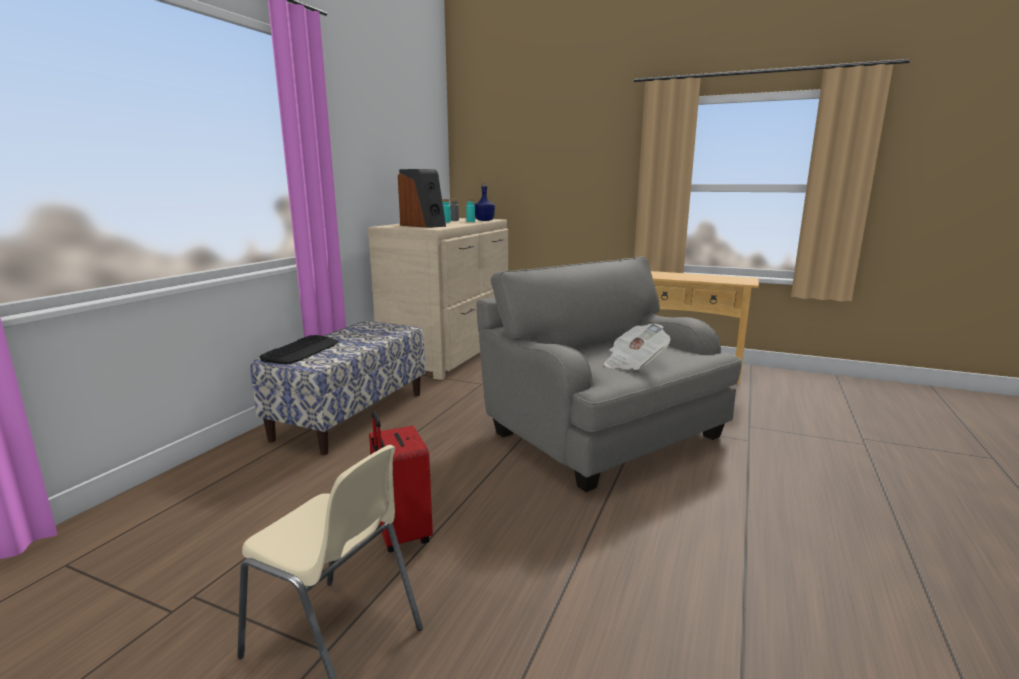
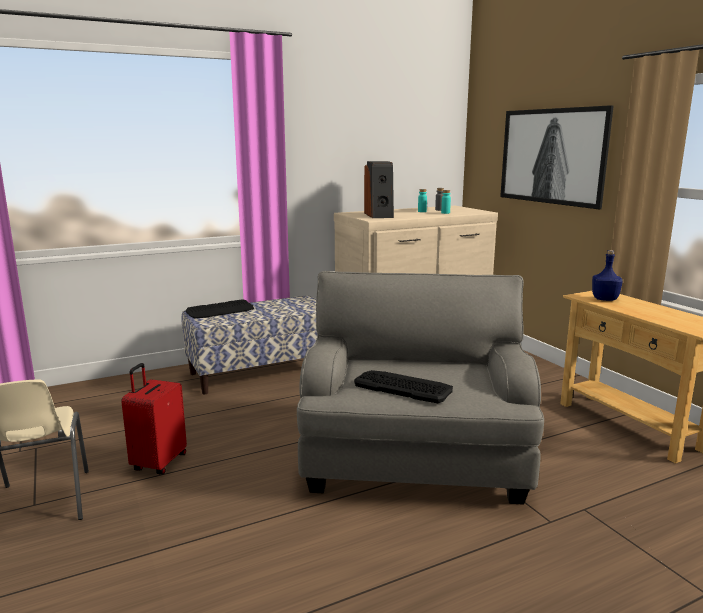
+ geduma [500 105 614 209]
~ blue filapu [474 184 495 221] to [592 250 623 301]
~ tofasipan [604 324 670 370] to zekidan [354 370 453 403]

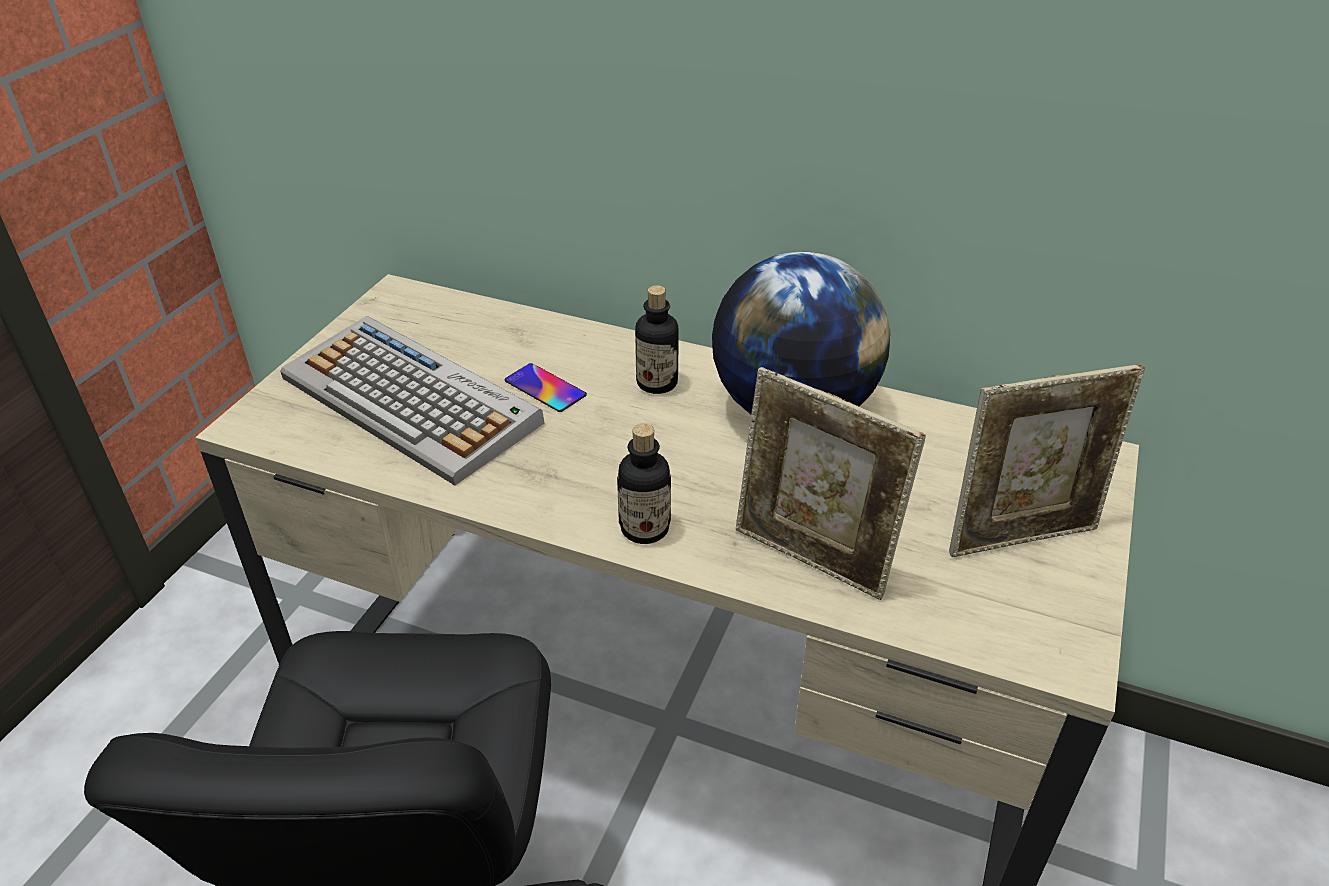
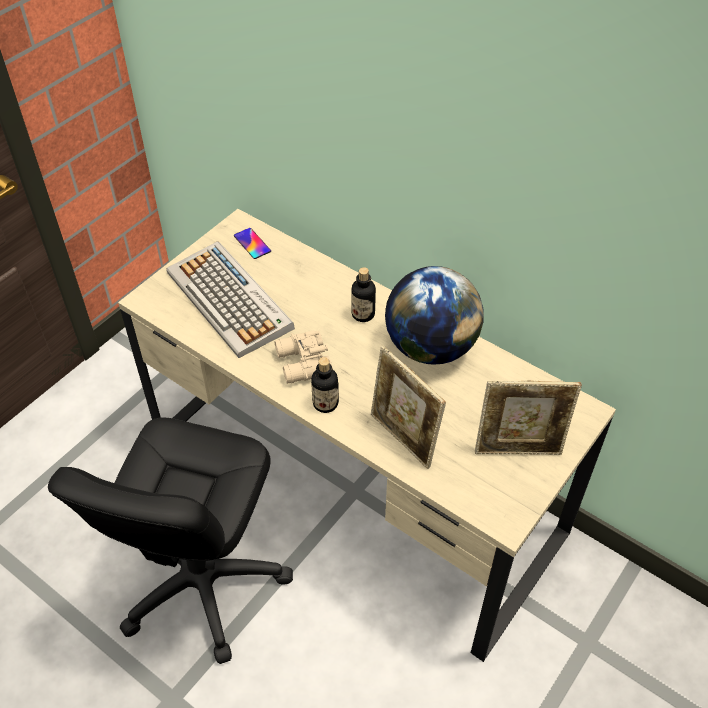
+ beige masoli [275 330 332 384]
~ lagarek [504 363 587 412] to [234 228 271 259]

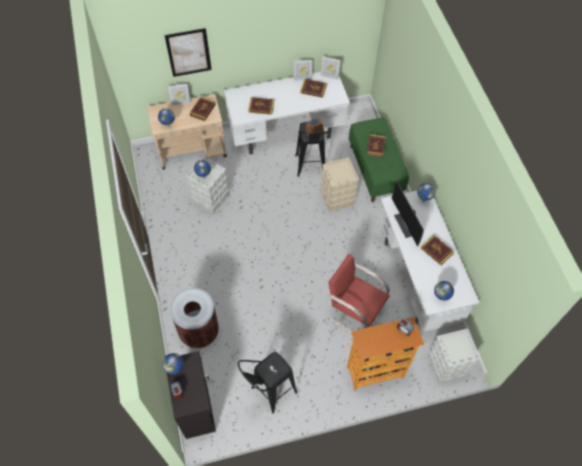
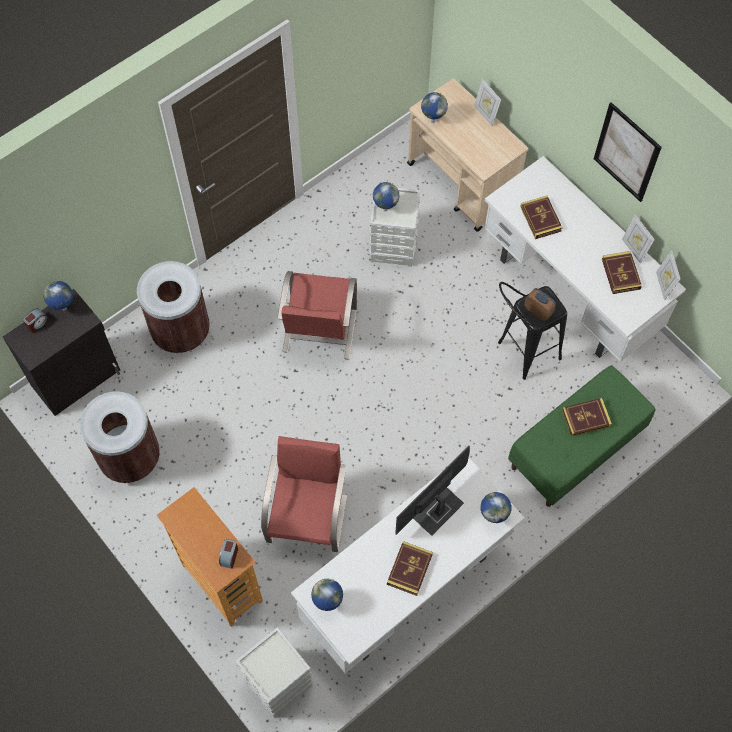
- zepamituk [190 97 216 121]
- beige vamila [321 157 359 212]
+ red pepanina [277 271 357 359]
~ geduma [164 28 212 77] to [594 102 662 202]
~ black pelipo [238 352 297 413] to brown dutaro [80 391 160 483]

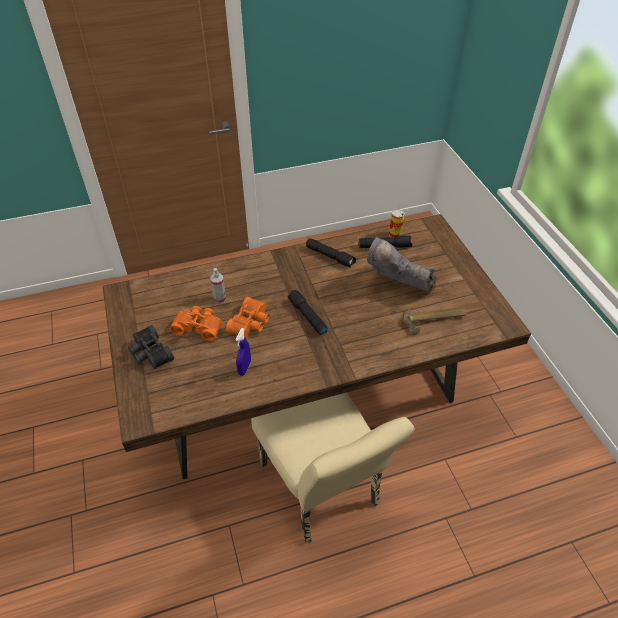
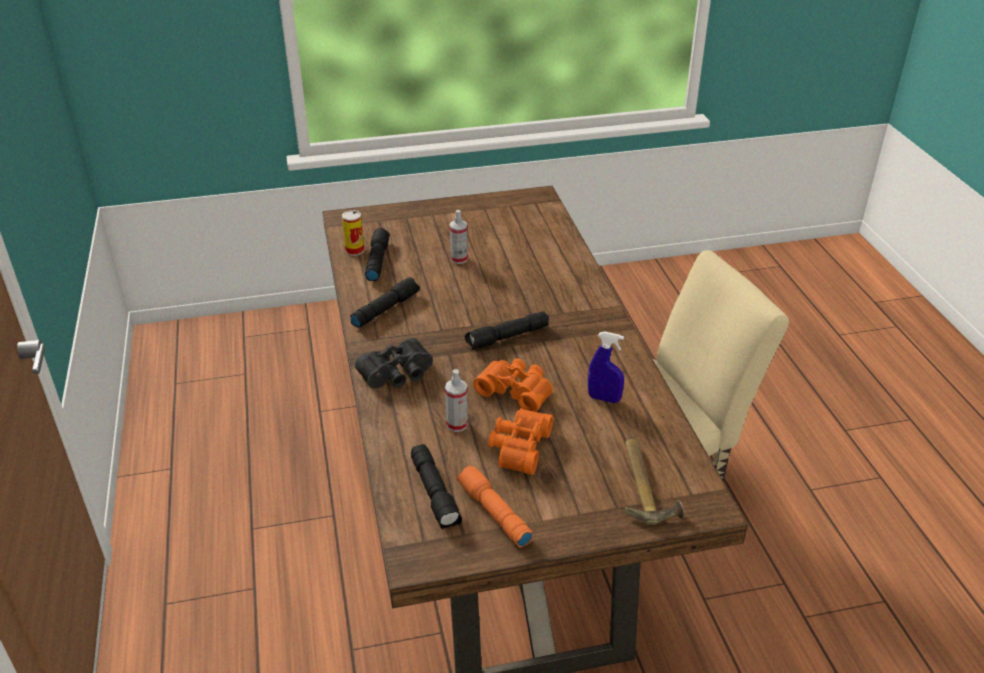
+ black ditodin [411 444 462 529]
+ orange ditodin [457 466 533 548]
~ black masoli [128 325 174 369] to [355 338 433 389]
~ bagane [403 307 466 335] to [624 439 685 525]
~ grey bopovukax [367 237 436 292] to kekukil [450 210 468 264]

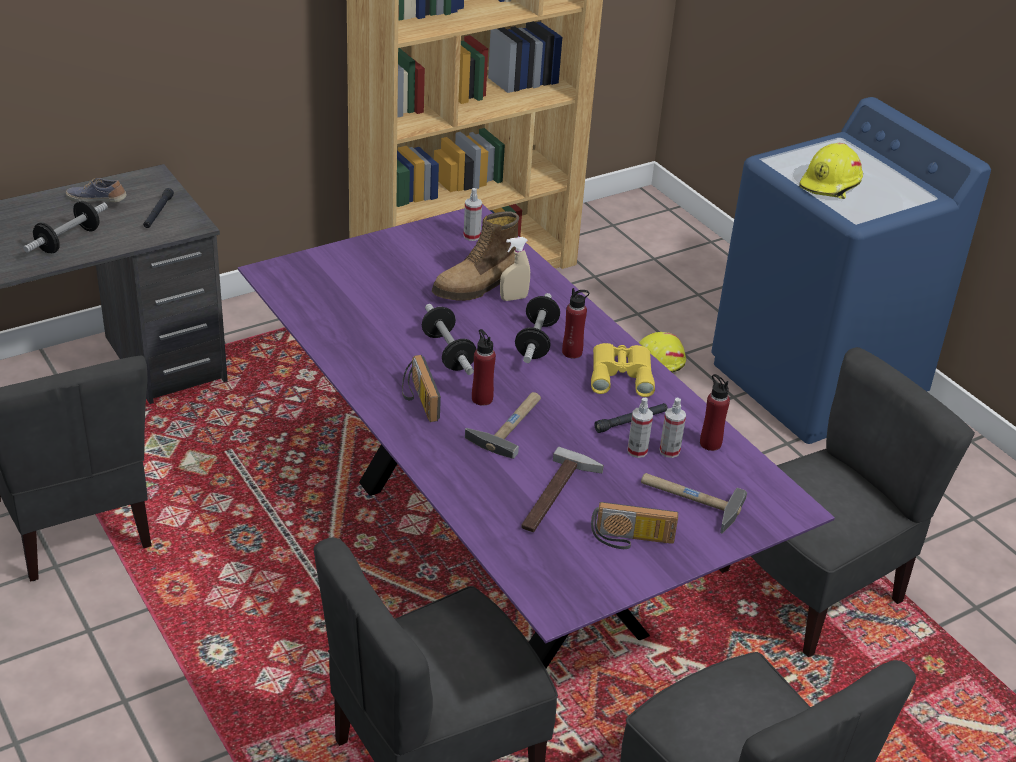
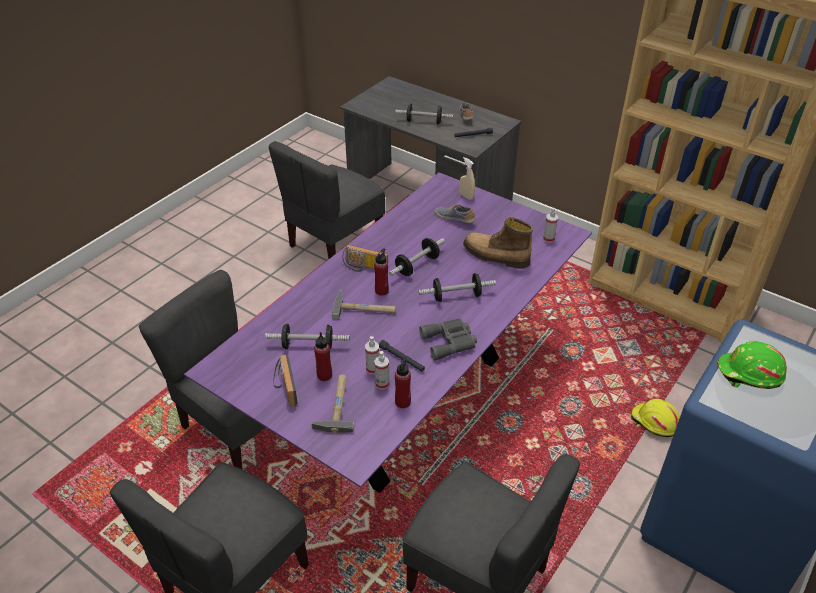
+ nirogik [435 204 476 223]
~ beige kekukil [500 237 530 301] to [459 157 475 200]
~ red filapu [562 288 589 359] to [314 332 332 381]
~ bagane [521 446 604 532] to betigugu [265 324 349 349]
~ yellow masoli [591 343 655 397] to grey masoli [419 318 477 360]
~ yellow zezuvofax [799 143 863 199] to green zezuvofax [717 342 787 389]
~ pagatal [402 355 441 422] = [342 245 388 272] 120 degrees counterclockwise

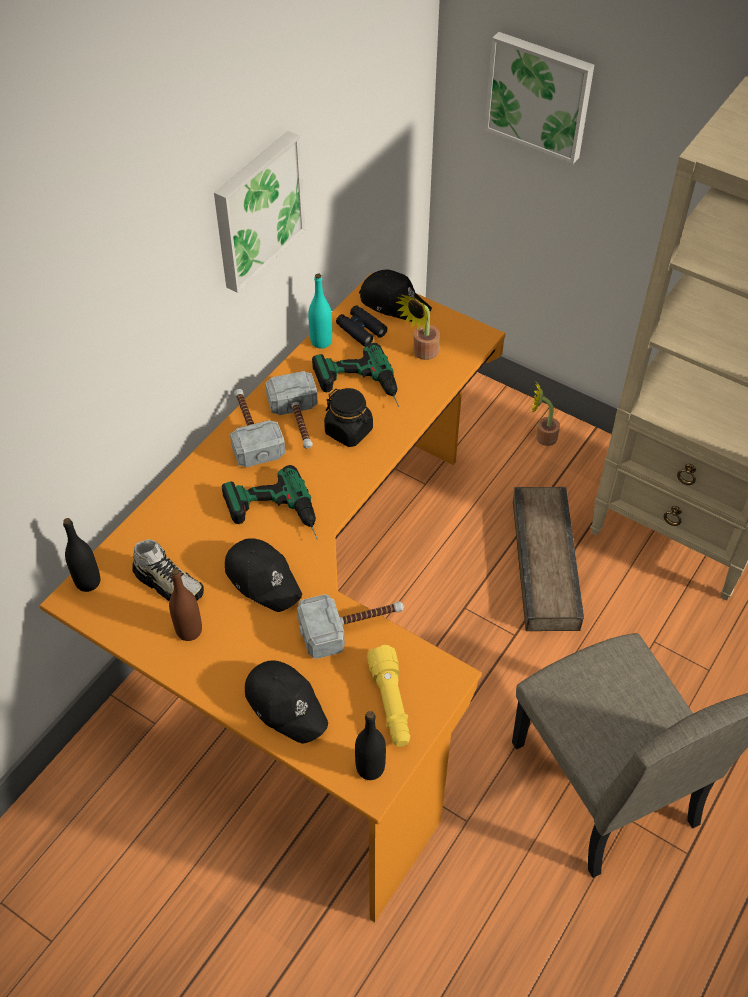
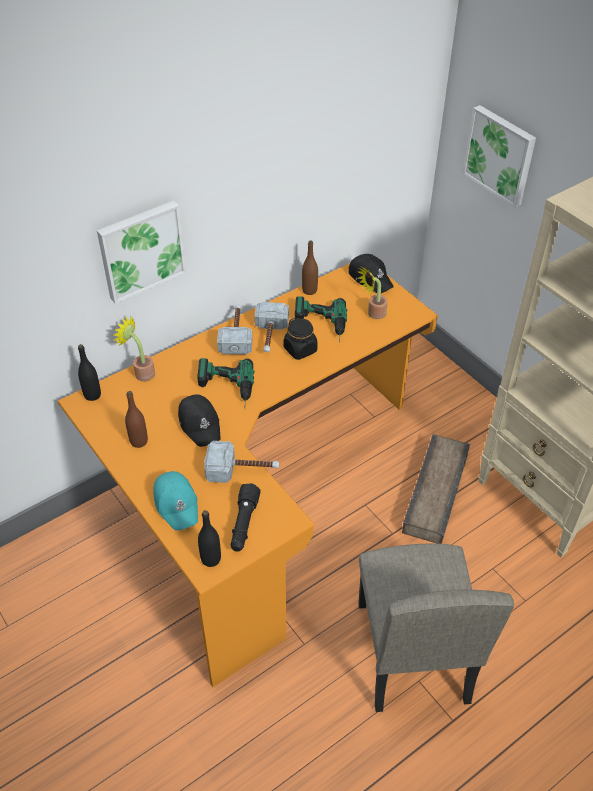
- nirogik [132 539 204 601]
- black masoli [336 305 388 347]
~ geduma [214 131 305 293] to [97 200 187 304]
~ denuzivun [531 381 560 446] to [113 316 155 382]
~ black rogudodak [245 661 328 744] to turquoise rogudodak [153 471 198 530]
~ turquoise filapu [308 273 332 349] to brown filapu [302 240 318 295]
~ yellow ditodin [367 645 410 747] to black ditodin [231 483 261 552]

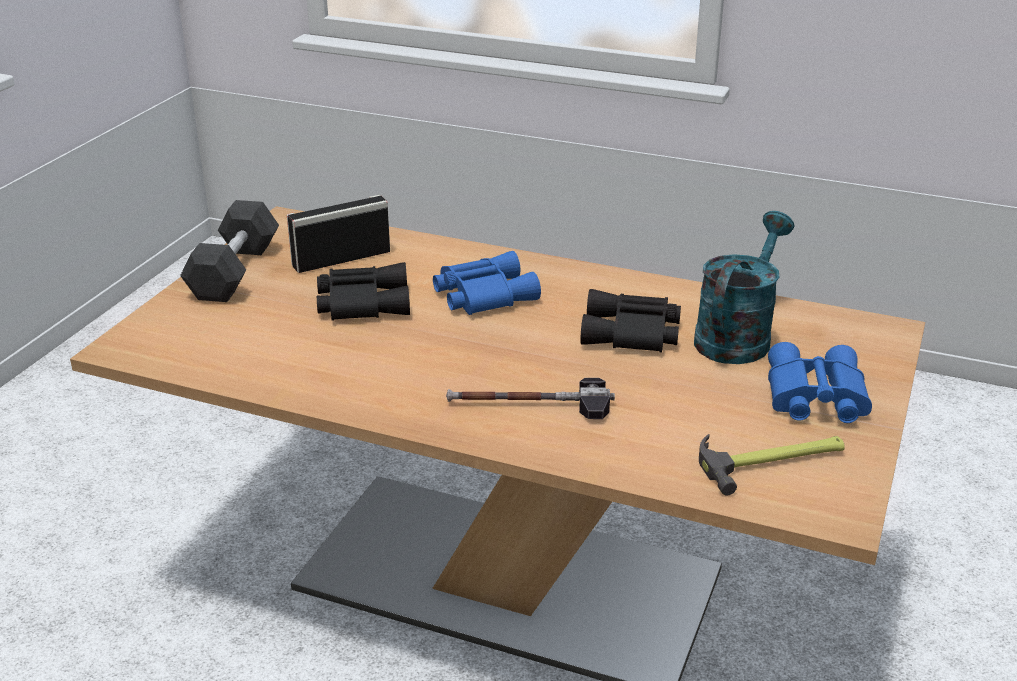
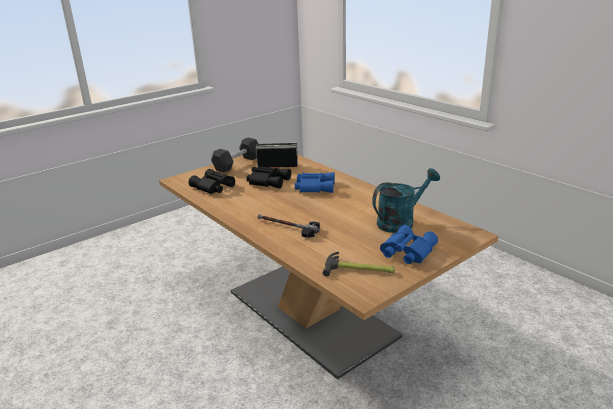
~ black masoli [581 289 681 352] to [189 169 235 194]

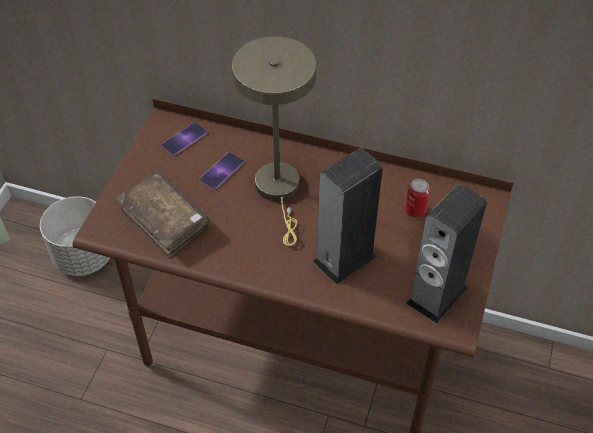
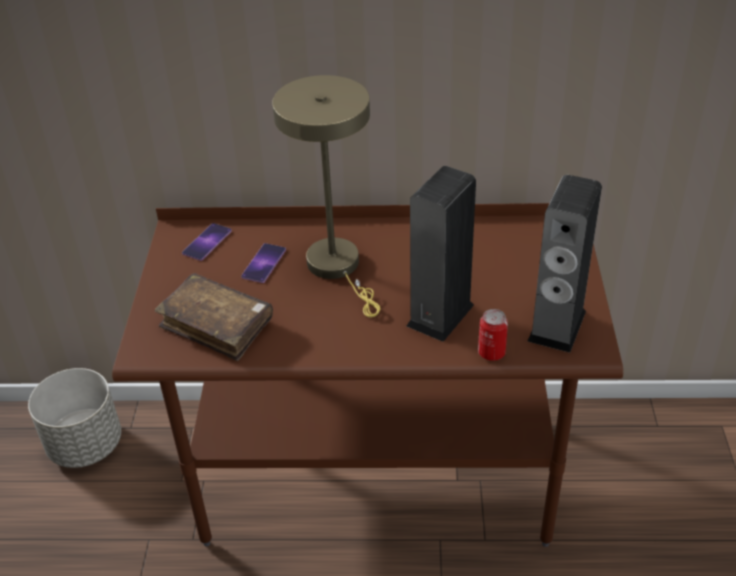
~ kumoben [405 179 430 217] to [478 309 508 361]

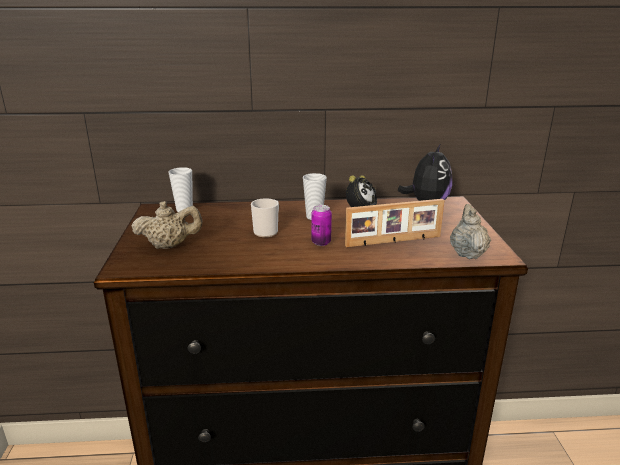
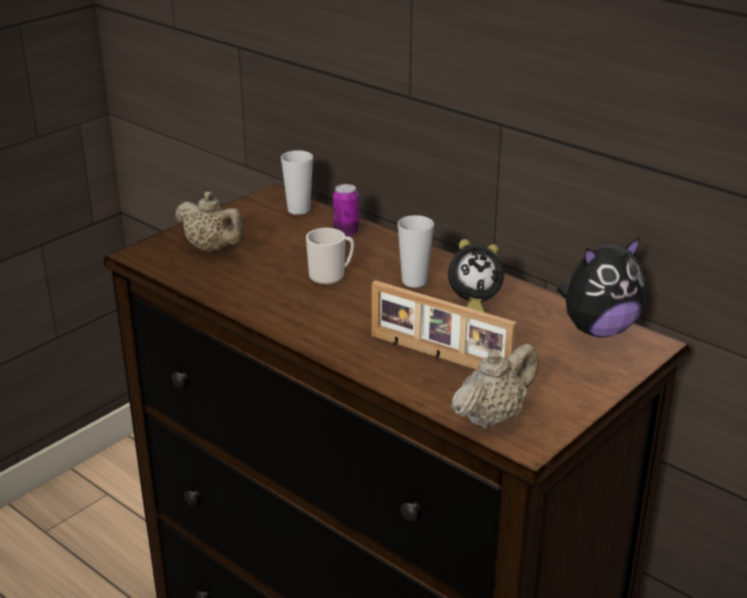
~ kumoben [311 205 332 246] to [333 184 359 237]

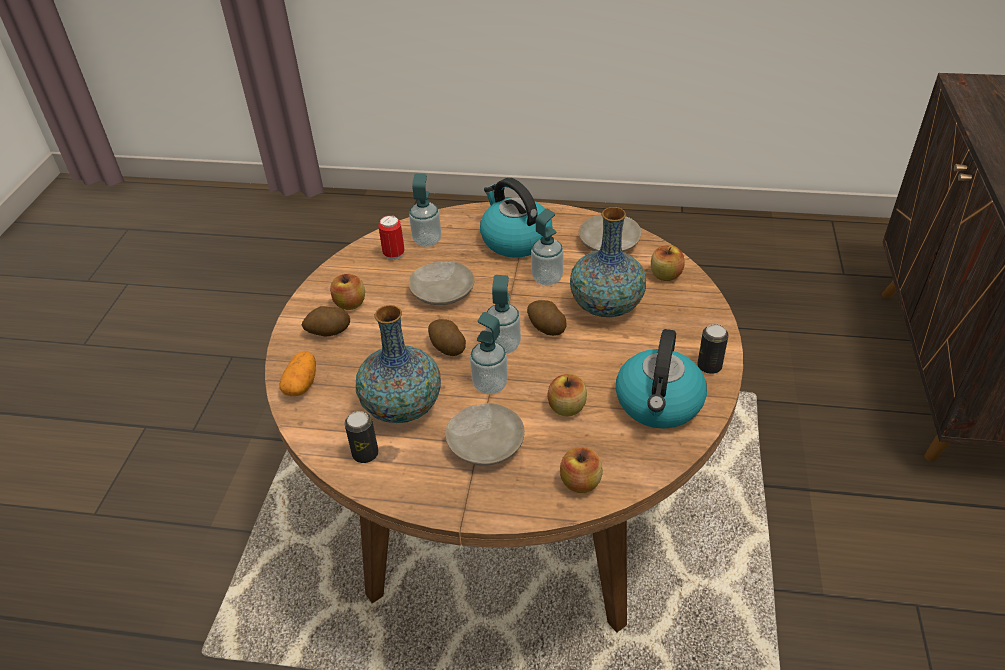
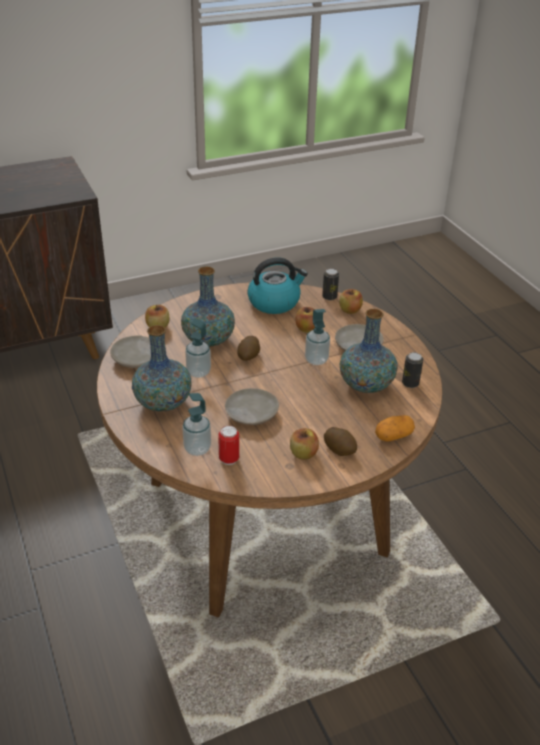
- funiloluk [428 319 466 356]
- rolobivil [486 275 521 354]
~ kumoben [697 324 729 374] to [322 268 339 300]
~ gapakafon [480 178 553 258] to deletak [132 325 191 411]

